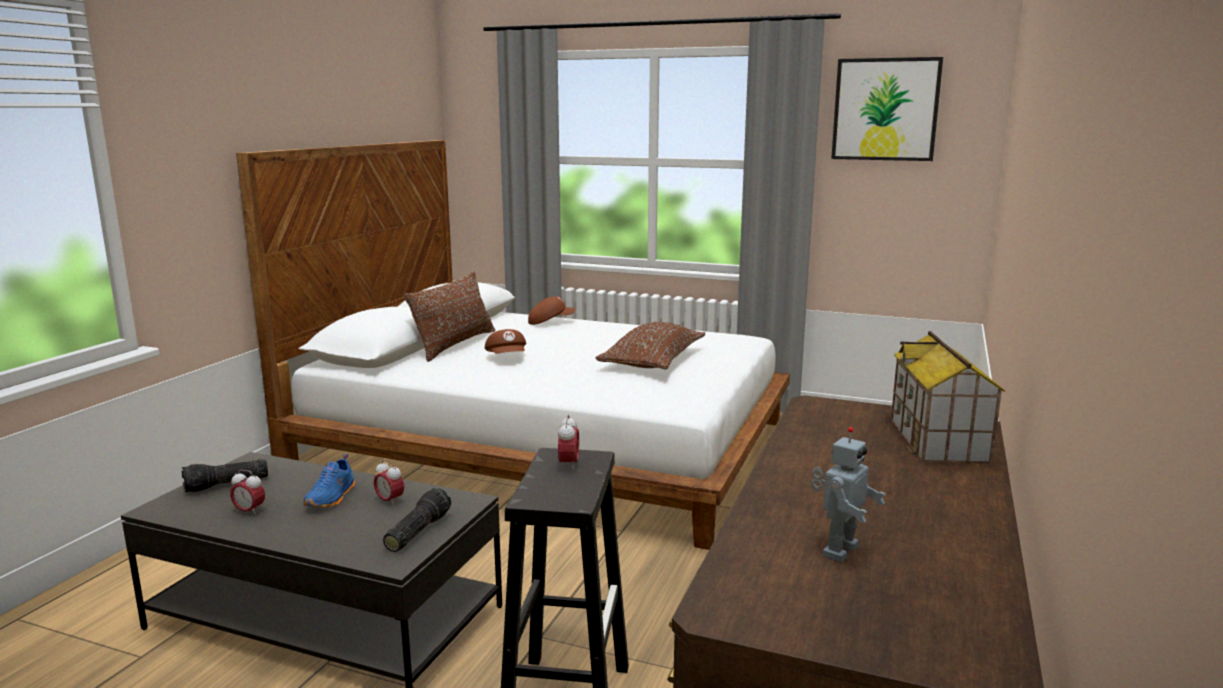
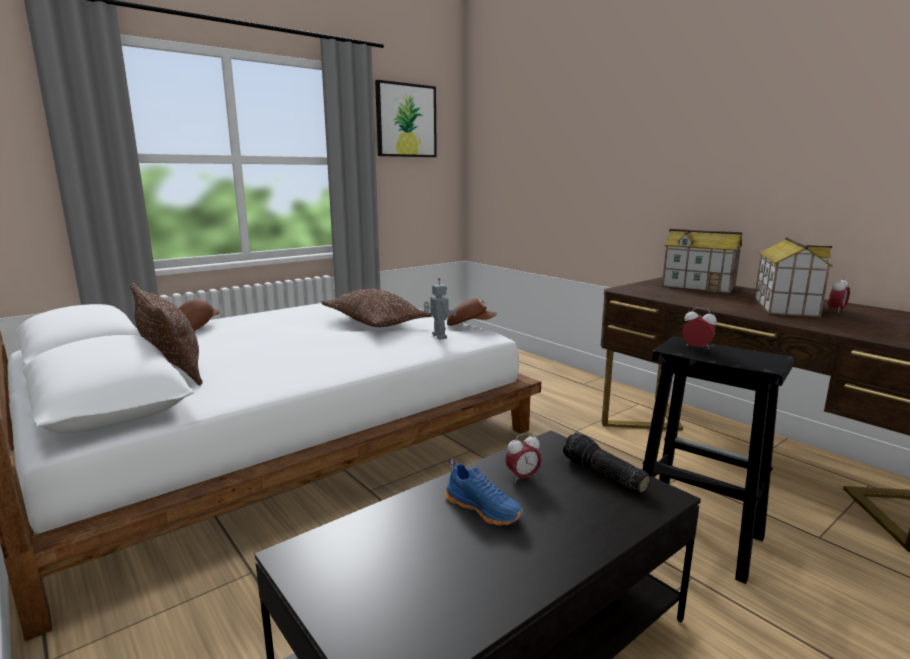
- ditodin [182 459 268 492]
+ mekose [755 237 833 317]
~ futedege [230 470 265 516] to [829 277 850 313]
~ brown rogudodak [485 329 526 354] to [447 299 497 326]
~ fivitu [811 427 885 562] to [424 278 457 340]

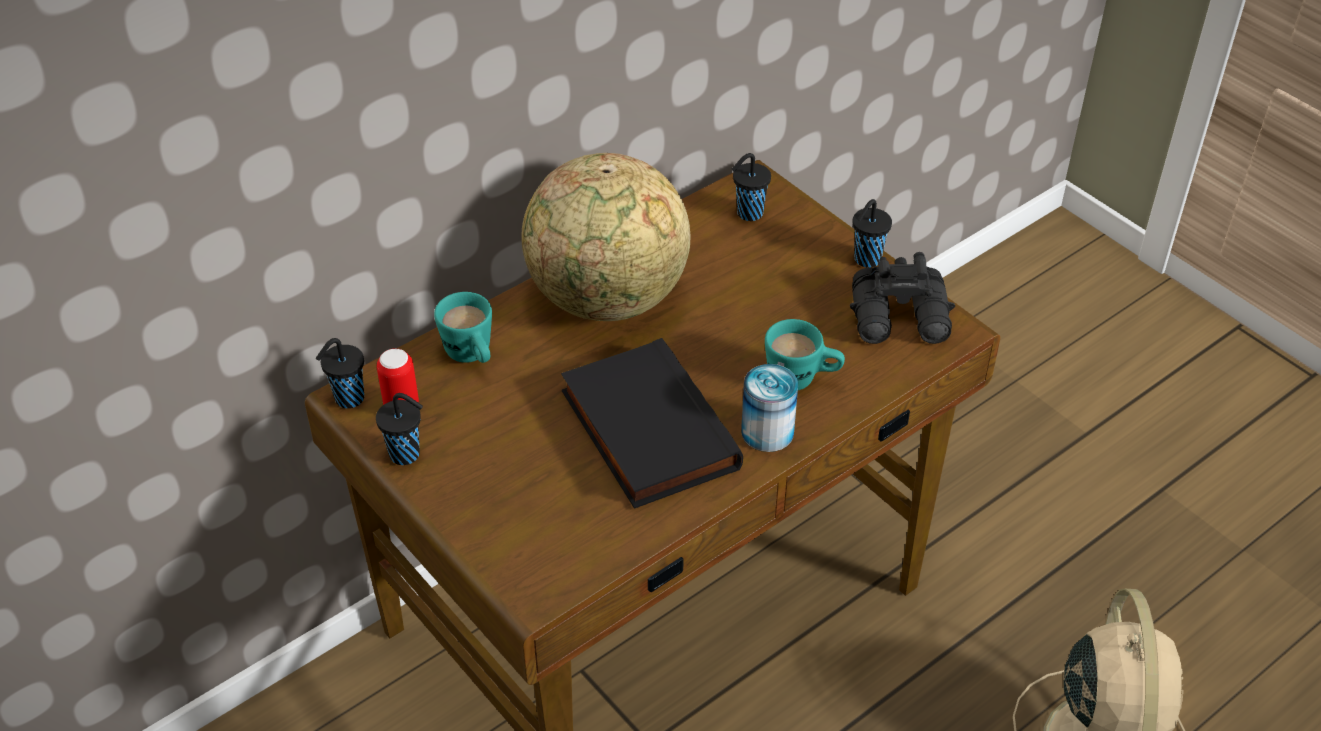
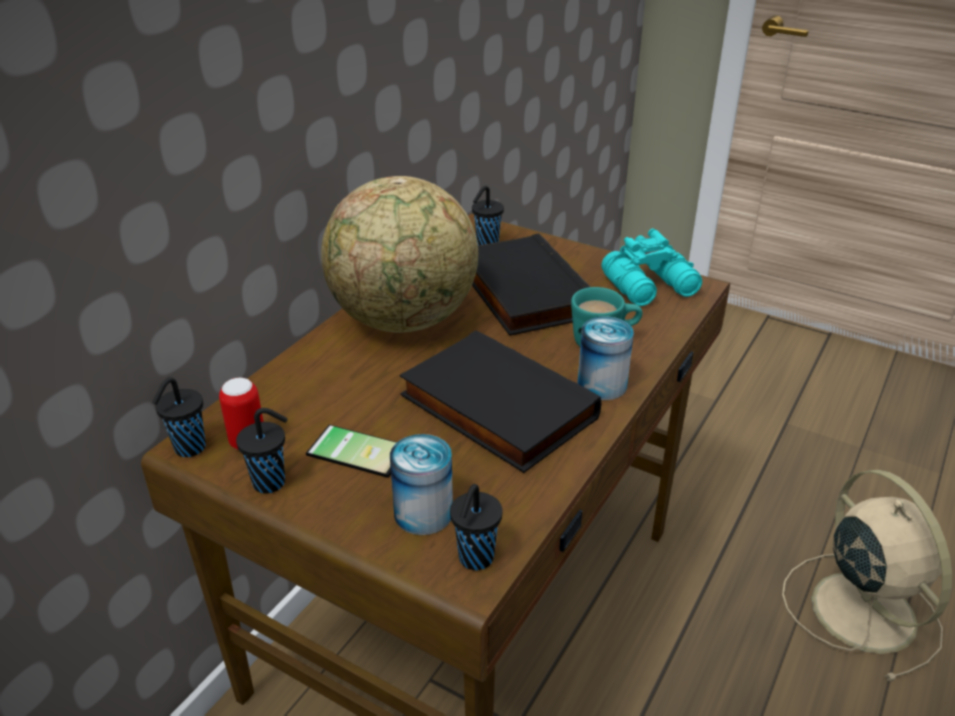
- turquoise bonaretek [434 292 492 363]
+ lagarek [306 425 397 478]
+ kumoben [390 434 453 535]
+ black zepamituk [472 233 590 336]
~ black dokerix [853 199 892 268] to [450 484 502 570]
~ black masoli [850 252 955 344] to turquoise masoli [601 228 702 306]

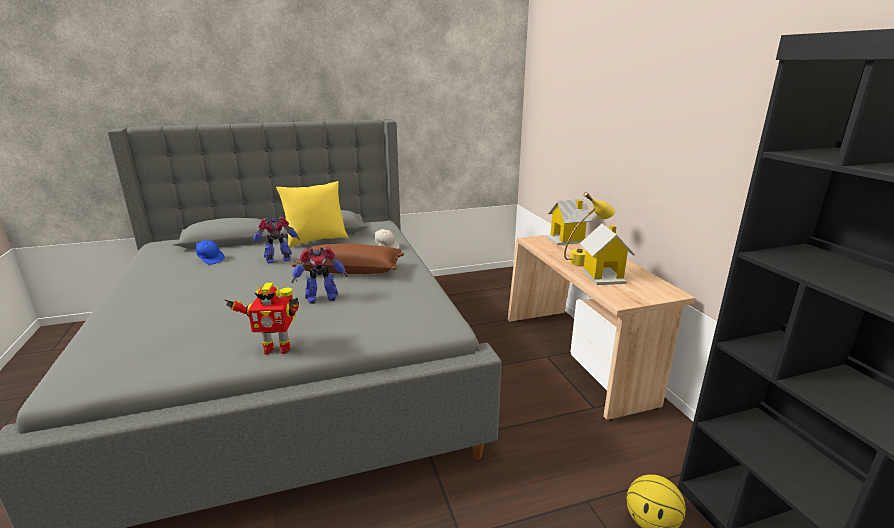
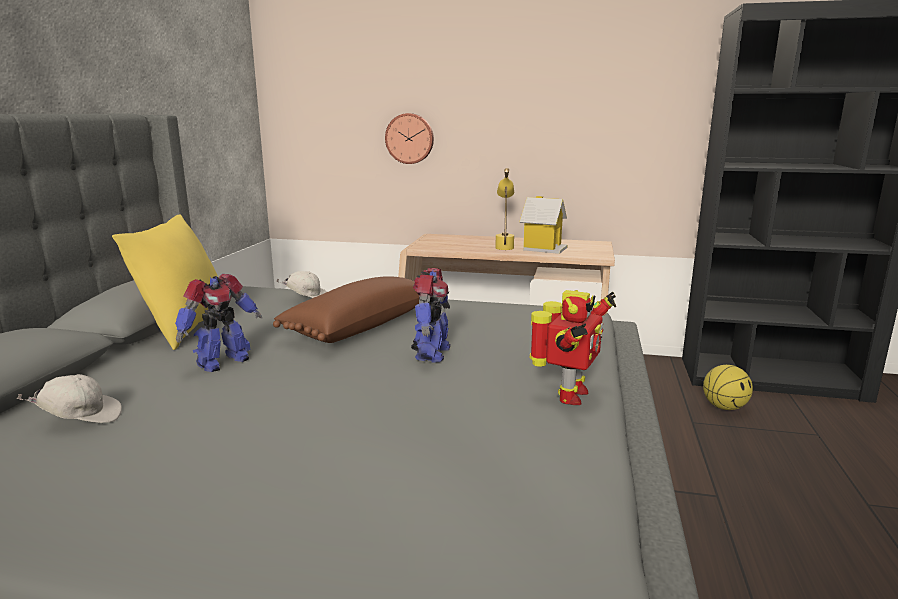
- mekose [546 199 592 245]
+ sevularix [385 113 434 164]
~ blue rogudodak [196 240 225 265] to white rogudodak [16 374 122 423]
~ fivitu [252 217 300 263] = [175 274 262 372] 150 degrees counterclockwise

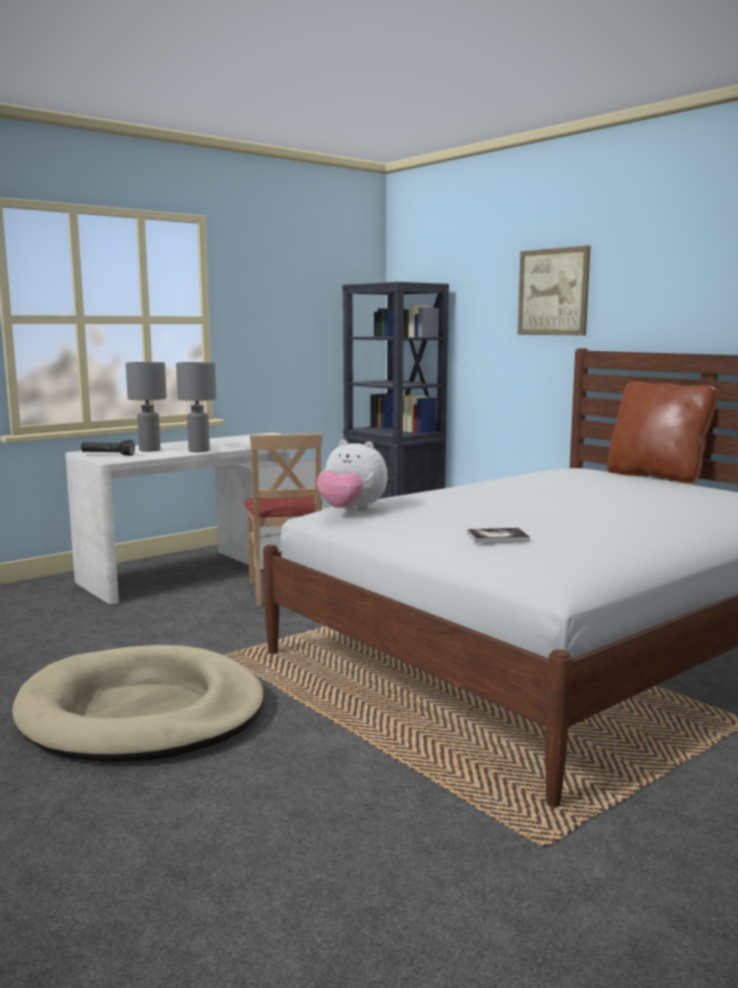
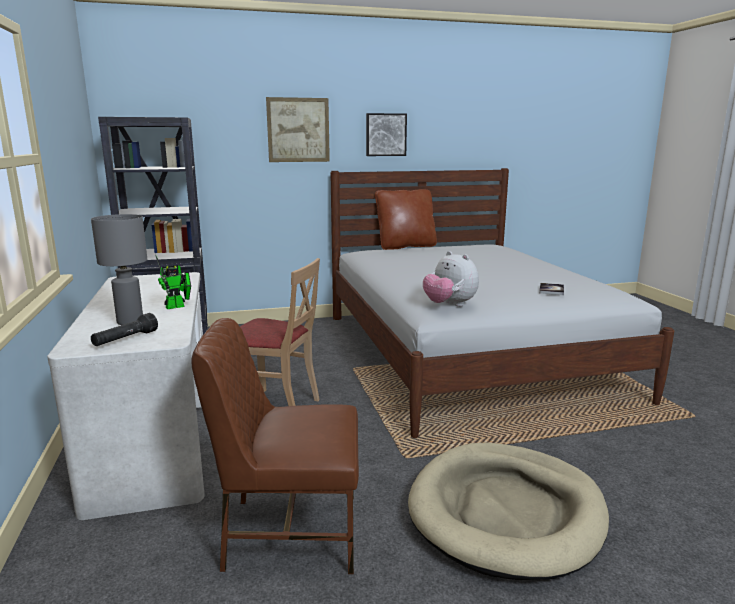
+ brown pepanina [191 318 359 574]
+ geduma [366 113 407 156]
~ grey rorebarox [176 362 216 452] to fivitu [156 256 191 309]
~ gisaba [317 440 387 511] = [423 251 479 306] 90 degrees clockwise

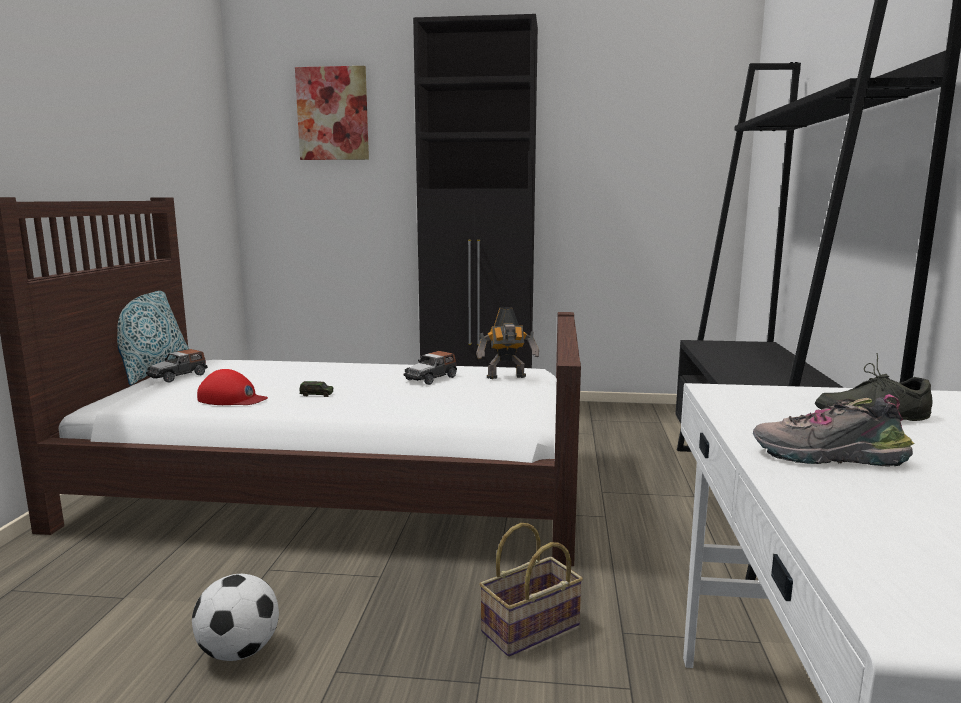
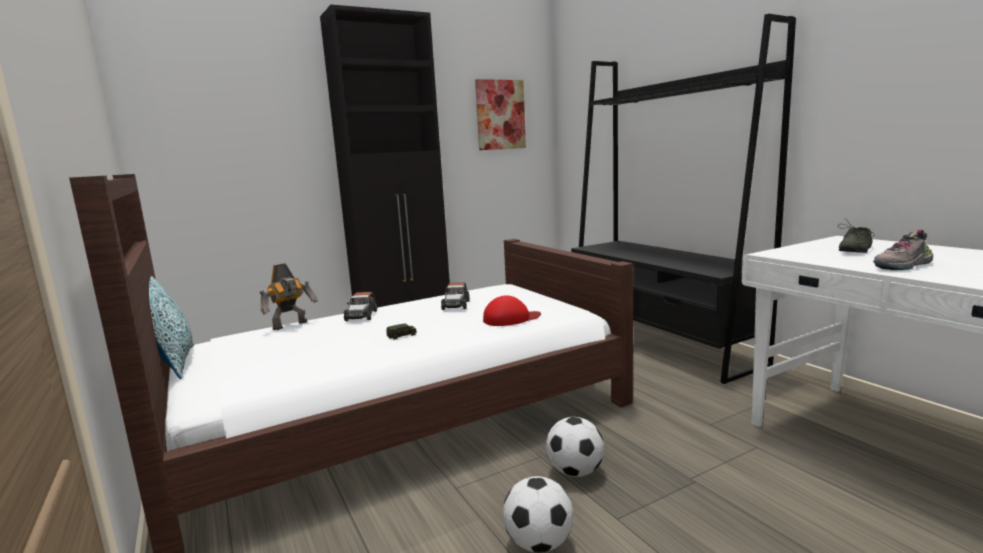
- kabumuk [479 523 583 657]
+ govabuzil [546 417 604 477]
~ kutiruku [146 349 208 382] to [344 292 377 321]
~ red rogudodak [197 369 268 405] to [483 295 541 326]
~ geduma [295 66 369 160] to [475 79 526 150]
~ fivitu [476 307 539 379] to [260 263 318 330]

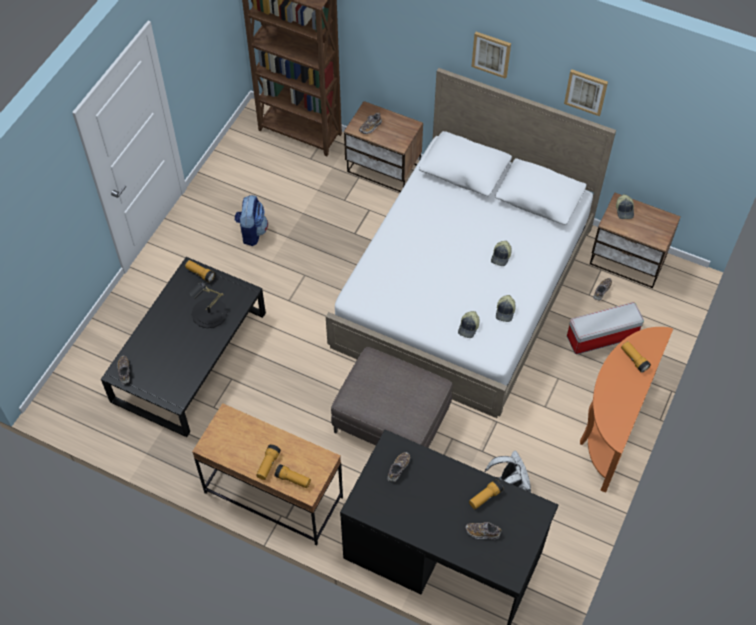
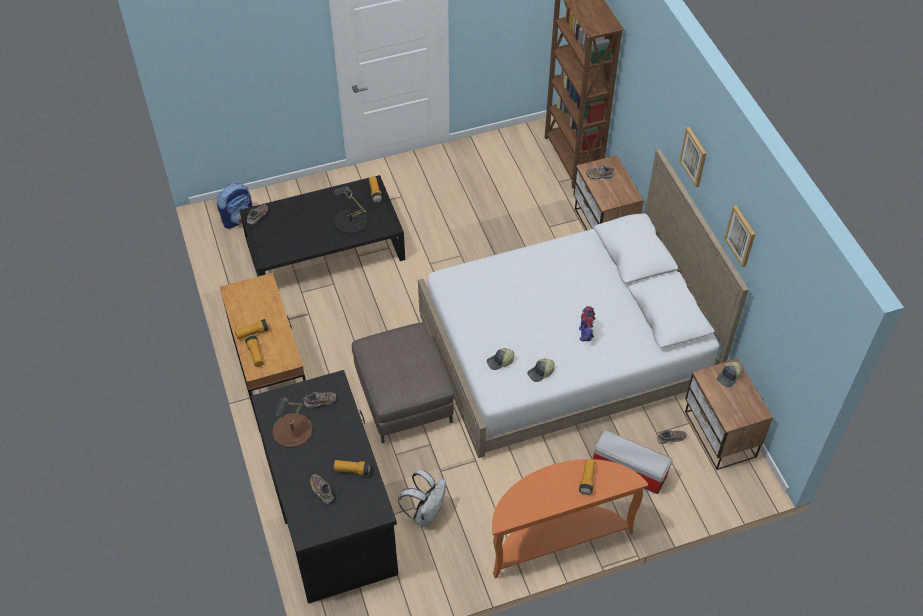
+ brown rorebarox [272 398 313 448]
~ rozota [235 195 268 246] to [217 183 253 229]
~ rogudodak [491 241 512 266] to fivitu [579 306 596 342]

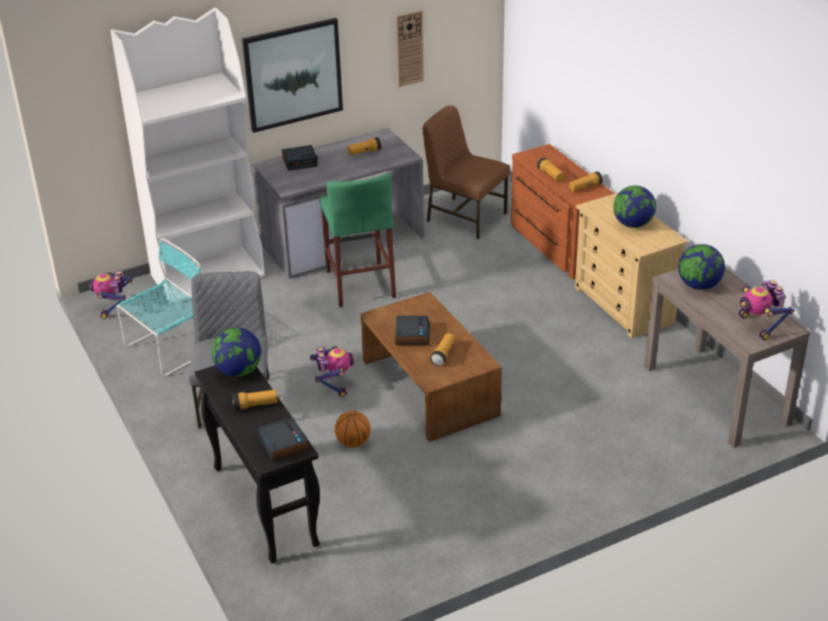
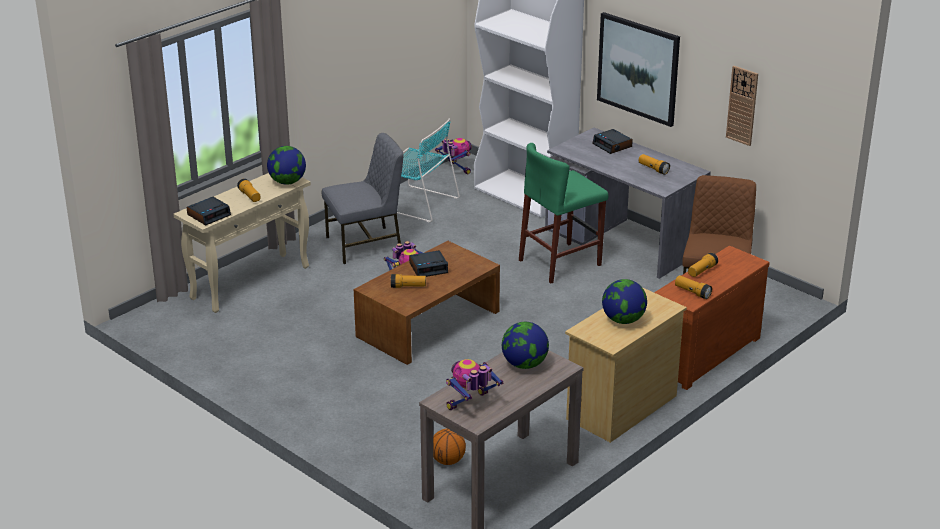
~ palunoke [334 411 371 448] to [433 429 466 465]
~ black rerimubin [195 365 320 564] to beige rerimubin [173 173 311 313]
~ fivitu [90 271 133 319] = [435 138 472 174] 75 degrees clockwise

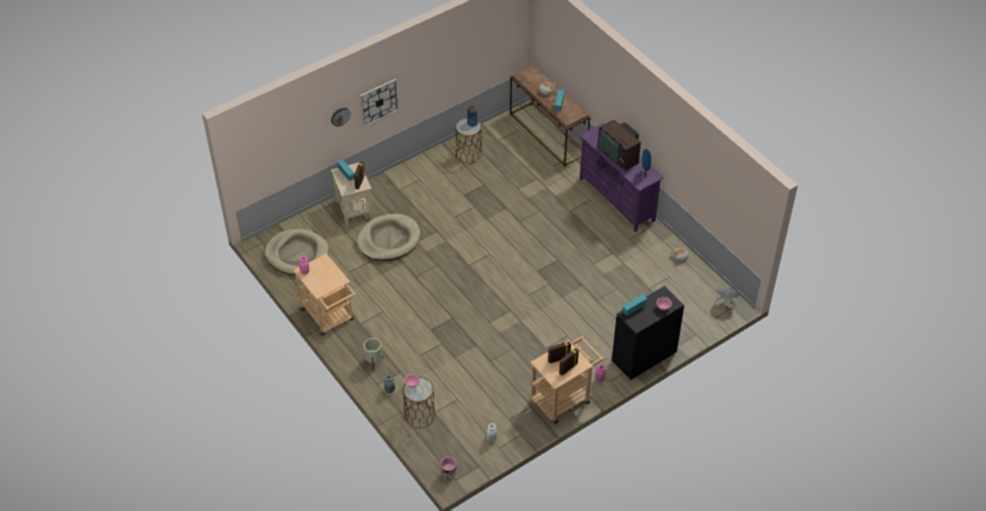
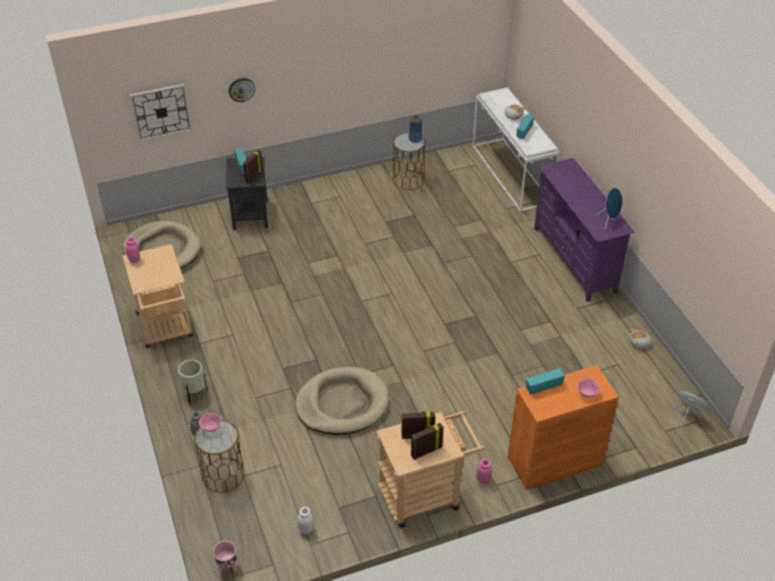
- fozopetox [598 120 641 171]
~ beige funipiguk [357 214 421 261] to [295 367 389 435]
~ sevularix [360 79 399 127] to [130 84 192 141]
~ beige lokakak [331 162 373 226] to black lokakak [226 156 268 230]
~ brown rerimubin [510 65 590 167] to white rerimubin [472 88 560 212]
~ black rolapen [612 286 684 380] to orange rolapen [508 365 619 490]

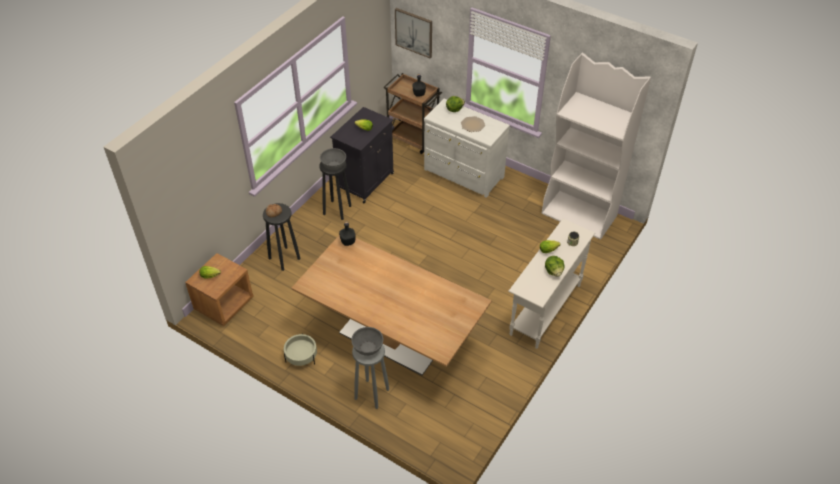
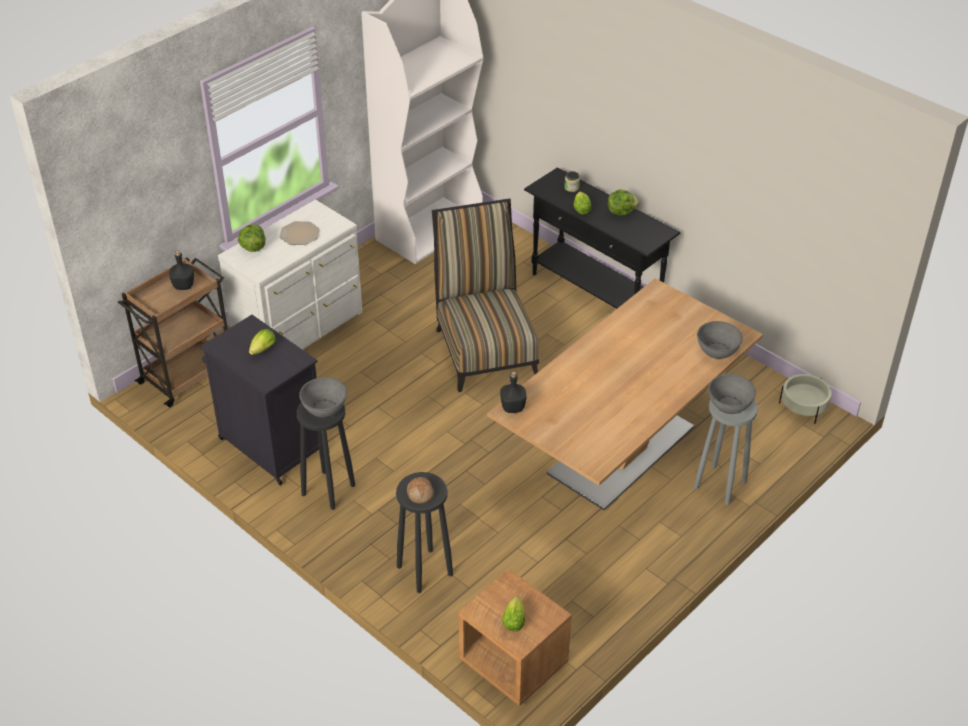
- geduma [395 8 432 58]
+ pepanina [432 198 540 392]
+ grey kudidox [697 321 743 359]
~ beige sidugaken [284 333 317 366] to [779 374 832 424]
~ white rerimubin [508 219 595 349] to black rerimubin [524 167 680 309]

